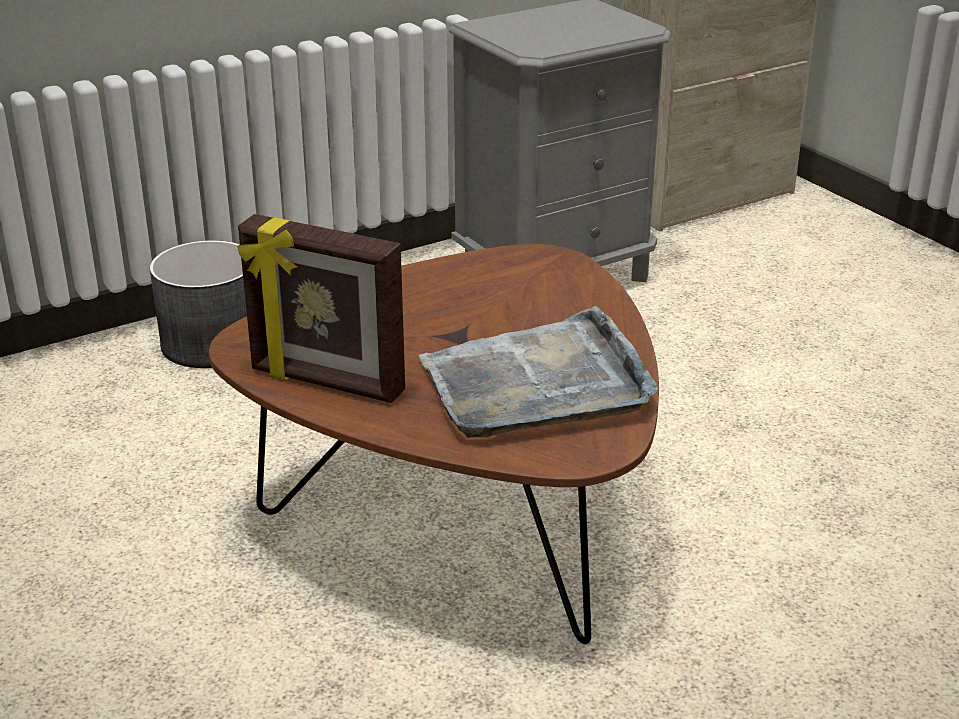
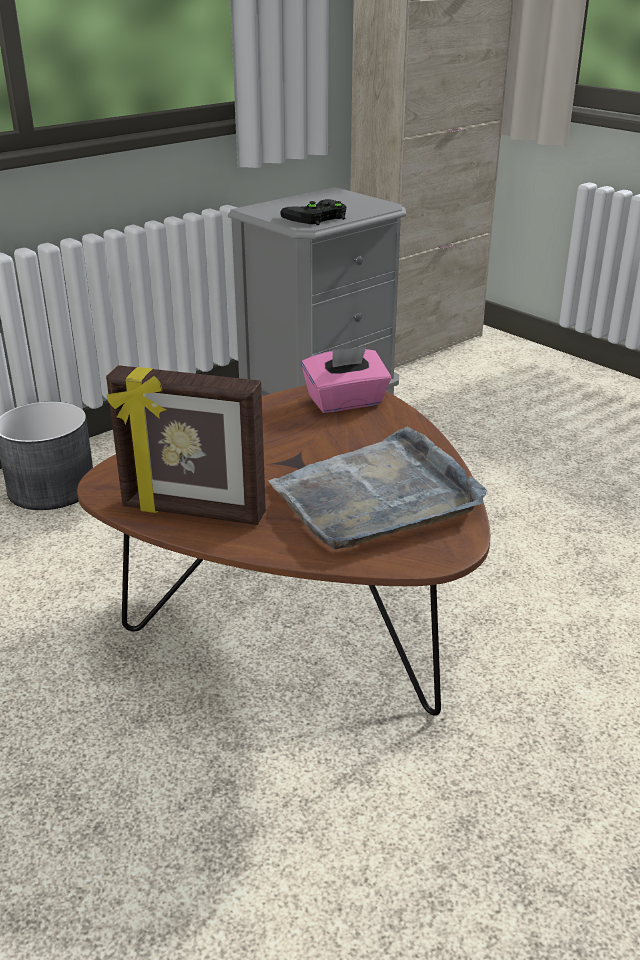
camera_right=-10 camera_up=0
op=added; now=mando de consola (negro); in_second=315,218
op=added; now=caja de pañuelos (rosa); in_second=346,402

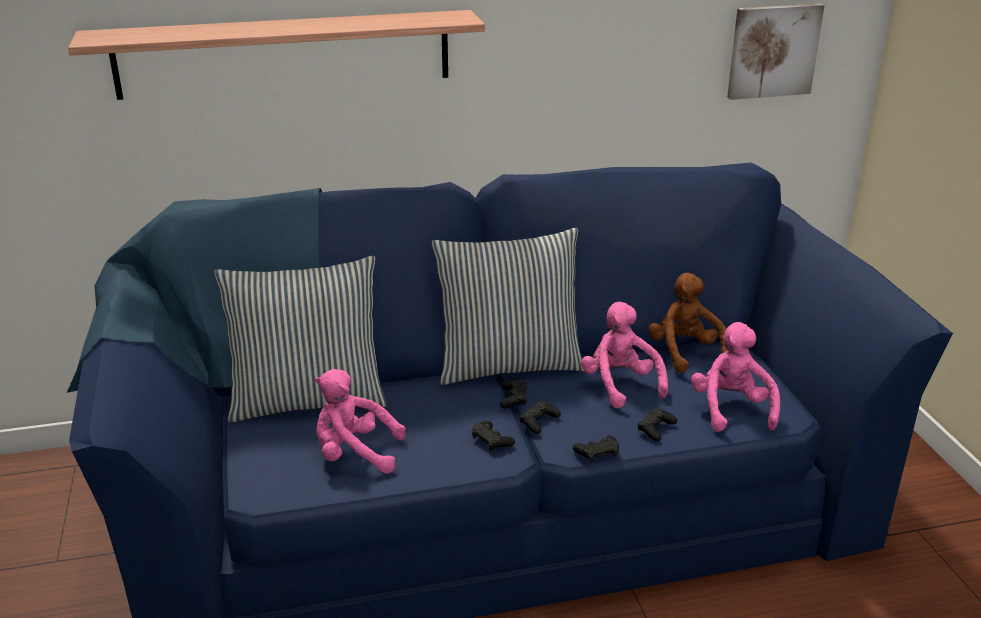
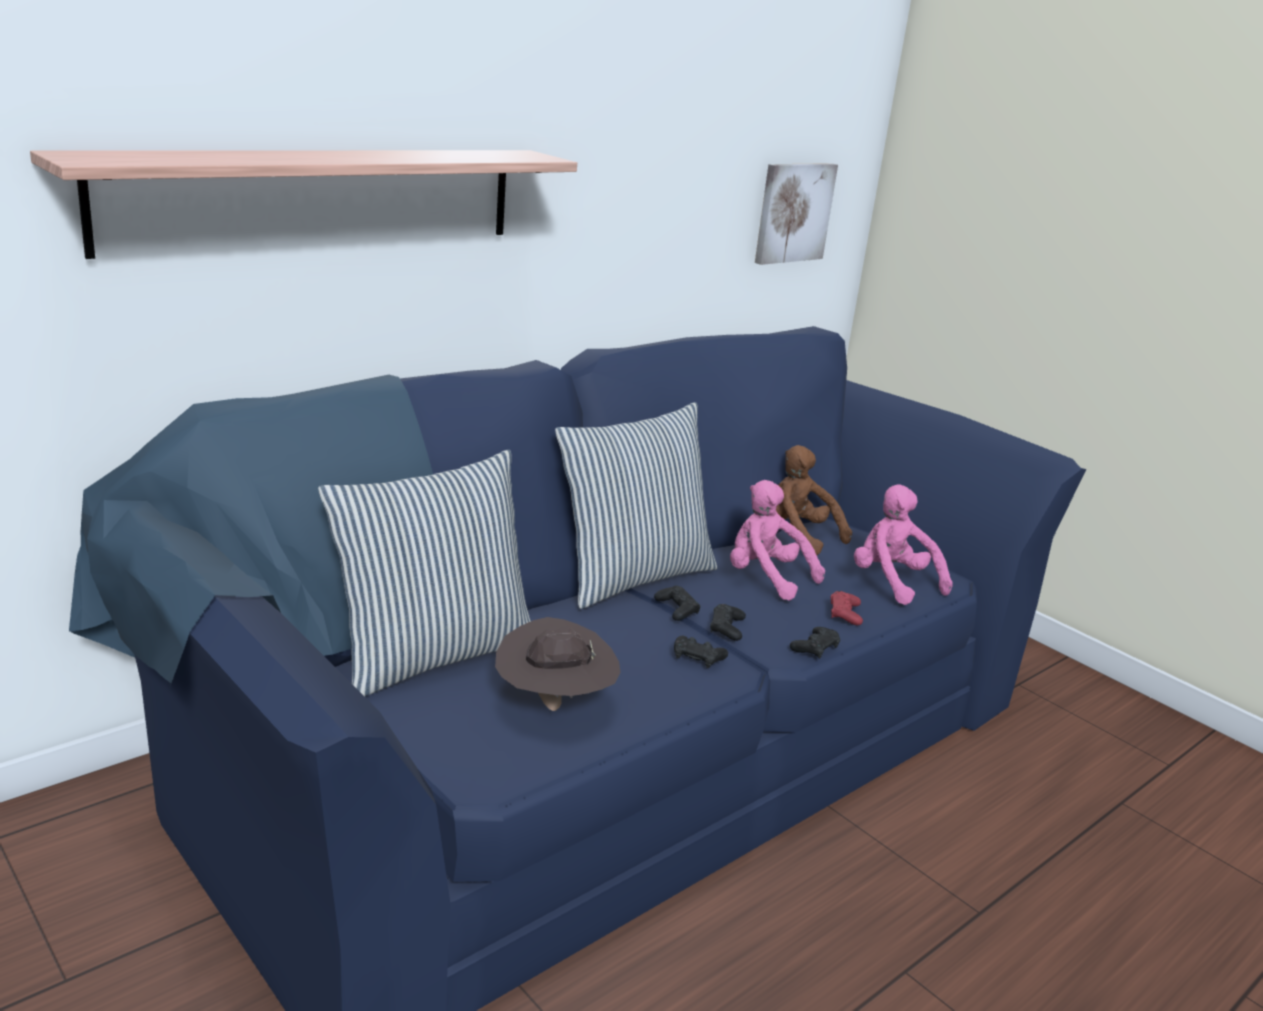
camera_right=-30 camera_up=-5
op=replaced; was=peluche (rosa); now=sombrero (marrón); in_first=355,454; in_second=554,705
op=recoloured; was=mando de consola (negro); now=mando de consola (rojo); in_first=656,429; in_second=845,613

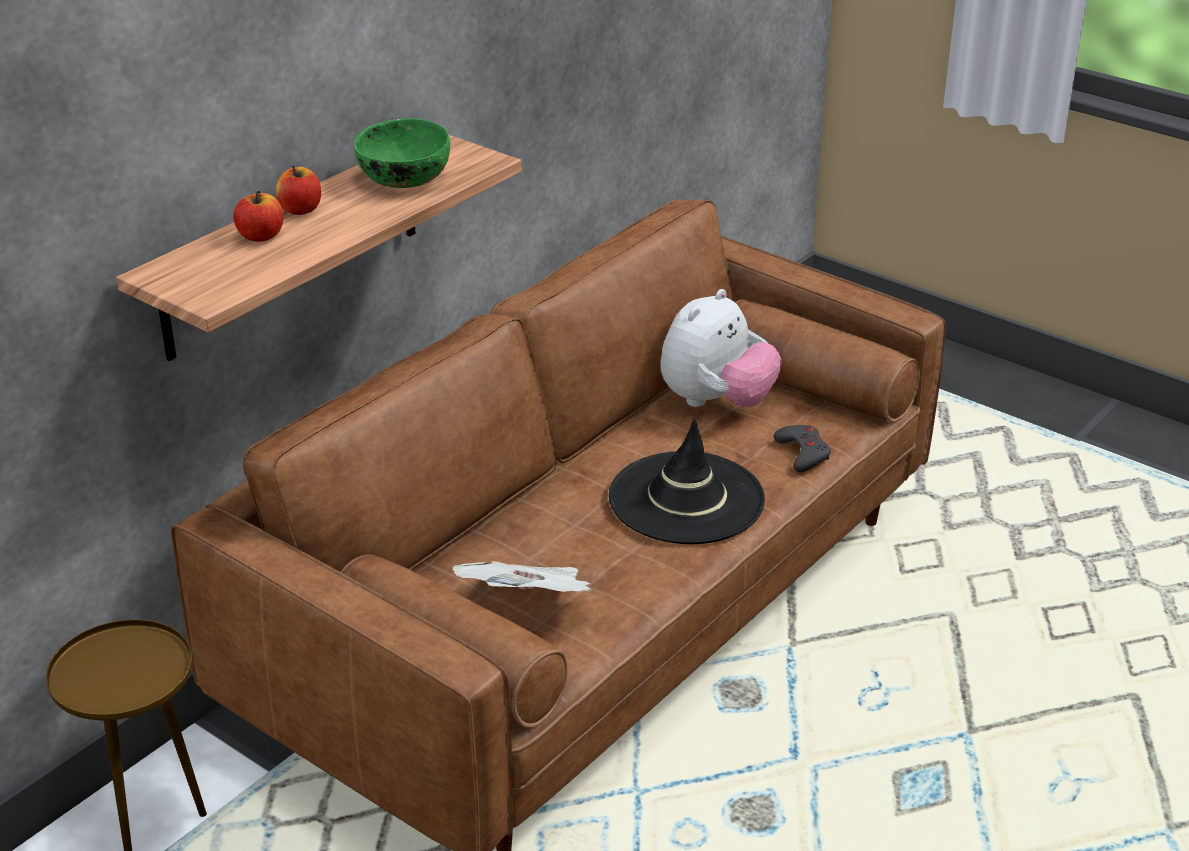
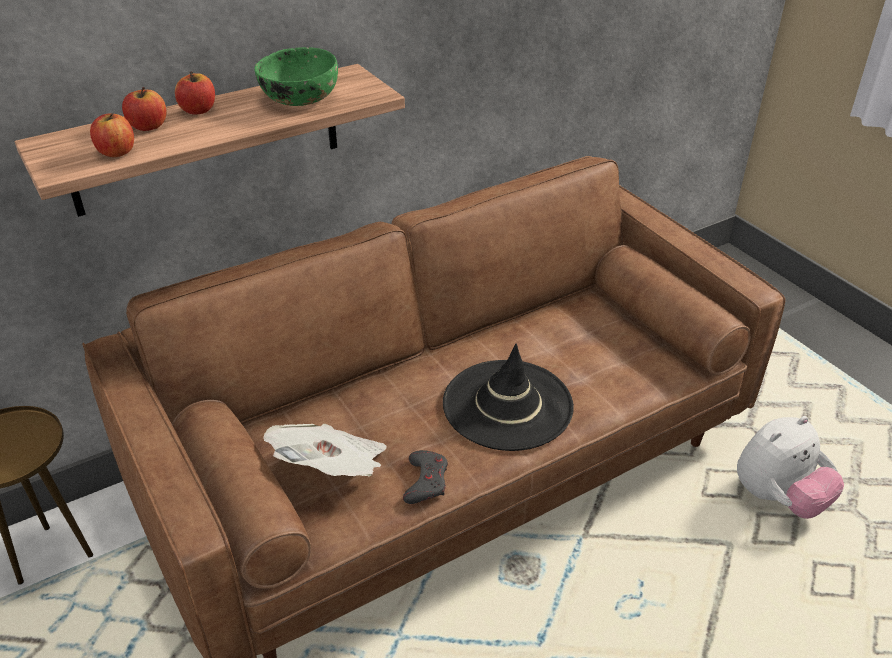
camera_right=20 camera_up=5
op=added; now=manzana; in_second=116,152
op=moved; was=peluche; in_first=716,402; in_second=778,498
op=moved; was=mando de consola (gris); in_first=803,453; in_second=426,481

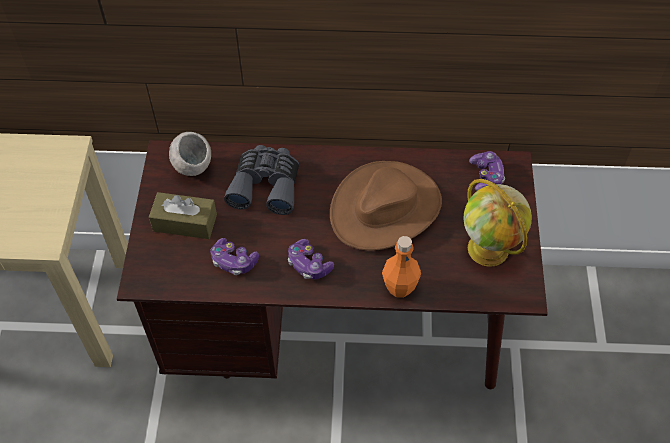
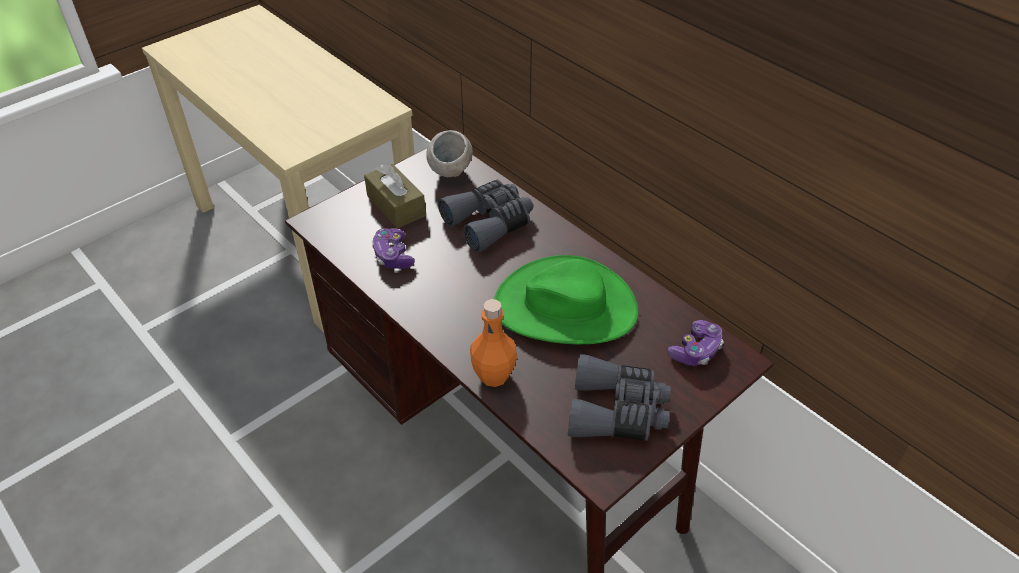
camera_right=45 camera_up=-10
op=removed; was=mando de consola; in_first=309,265
op=replaced; was=globo terráqueo; now=prismáticos (gris); in_first=489,249; in_second=617,411
op=recoloured; was=sombrero (marrón); now=sombrero (verde); in_first=385,208; in_second=565,307

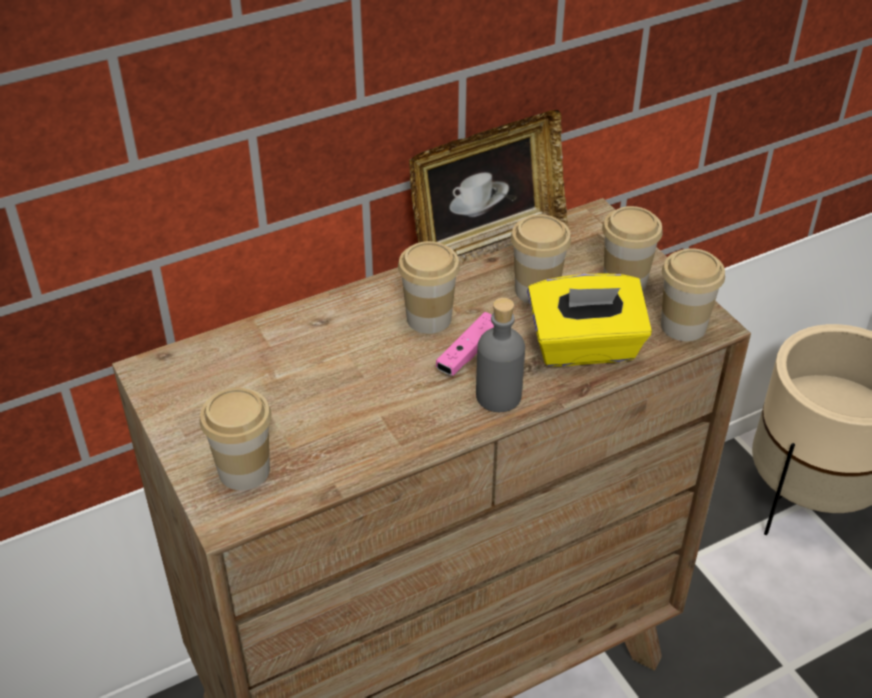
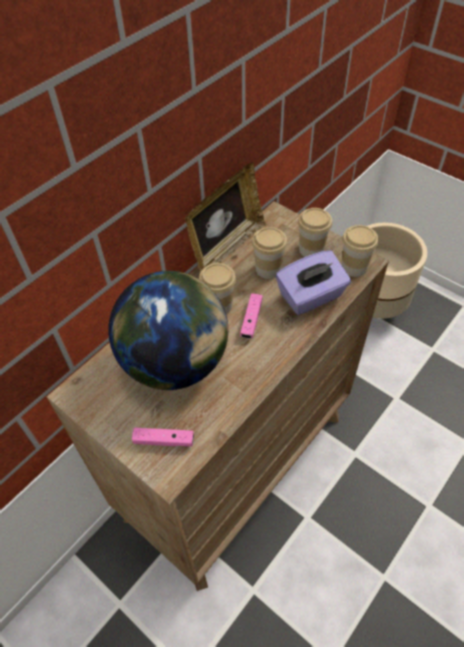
camera_right=-20 camera_up=10
op=removed; was=botella (gris); in_first=498,396
op=added; now=globo terráqueo; in_second=176,362
op=replaced; was=taza; now=mando de consola (rosa); in_first=244,470; in_second=164,440
op=recoloured; was=caja de pañuelos (amarillo); now=caja de pañuelos (morado); in_first=585,348; in_second=311,296

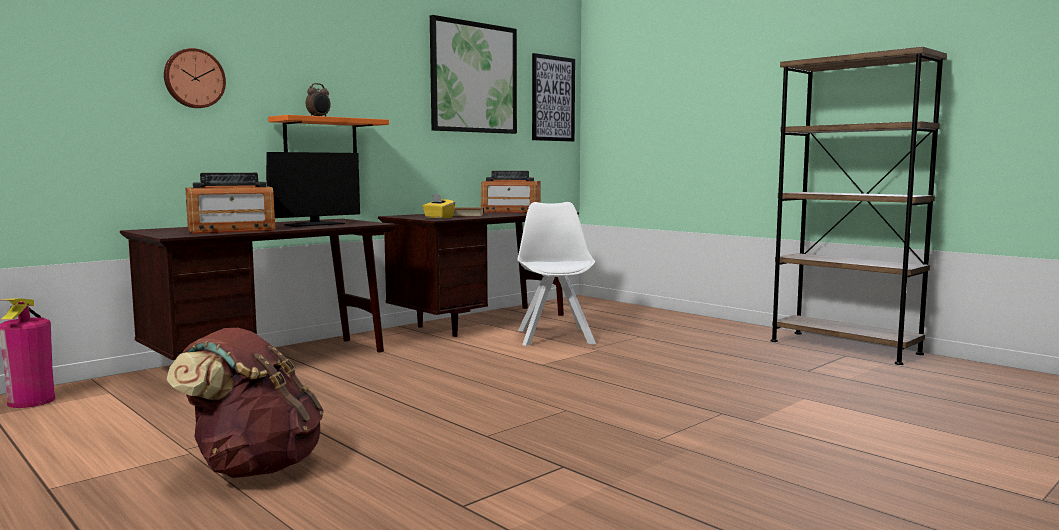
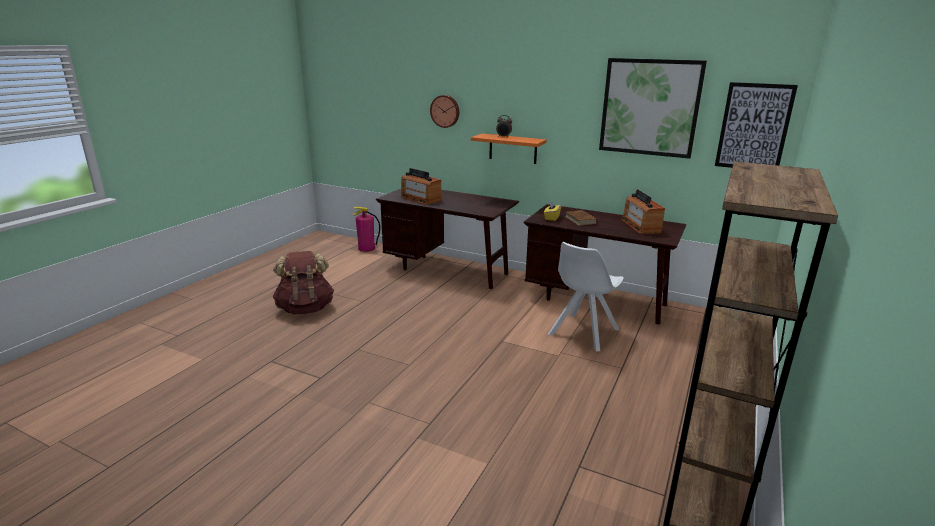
camera_right=70 camera_up=15
op=removed; was=monitor; in_first=315,224
op=turned; was=silla (blanco); in_first=555,336; in_second=582,333; clockwise=150

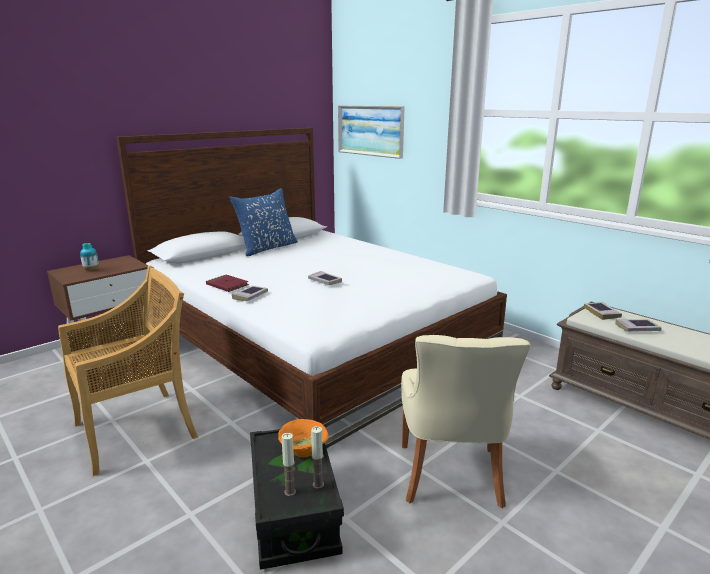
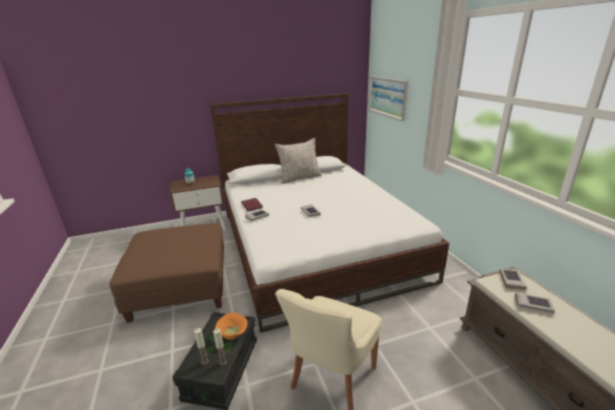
camera_right=25 camera_up=5
op=replaced; was=silla (beis); now=puf (marrón); in_first=138,429; in_second=181,286
op=recoloured; was=cojín (azul); now=cojín (gris); in_first=267,248; in_second=299,178

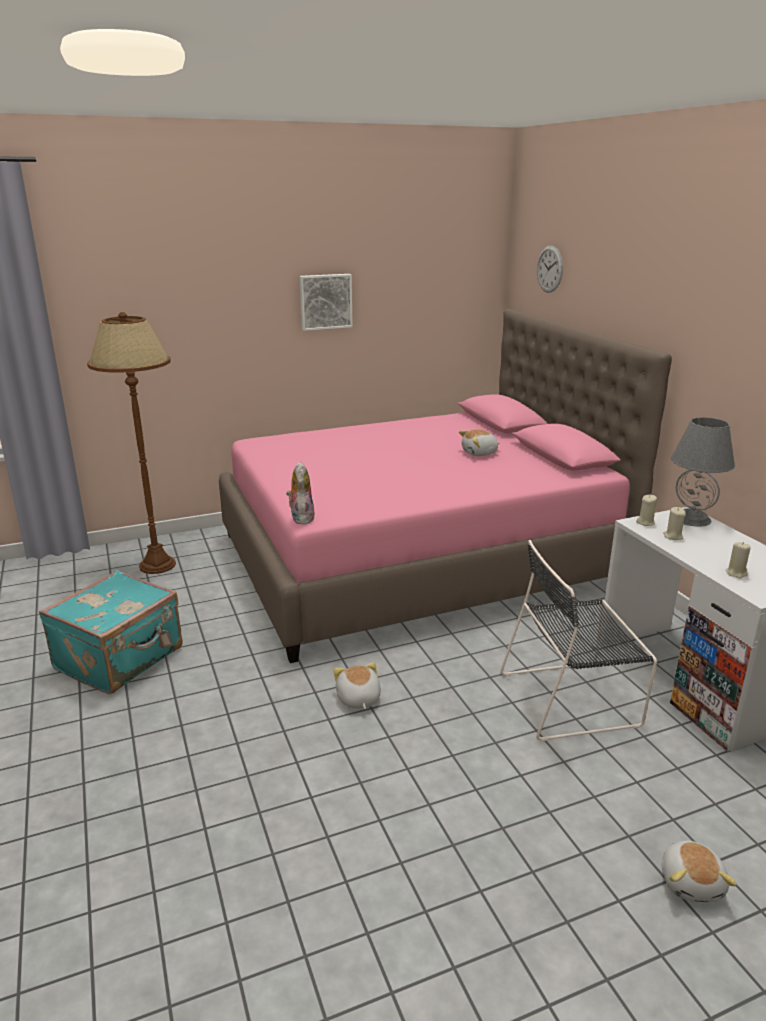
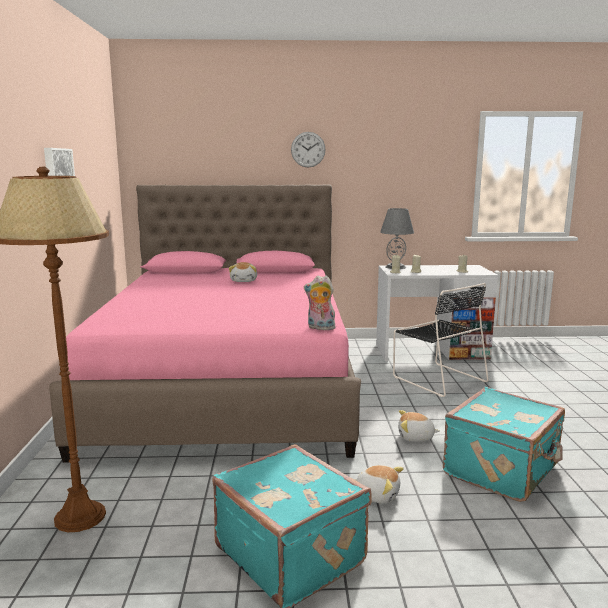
camera_right=-70 camera_up=-10
op=added; now=maleta (turquesa); in_second=502,470
op=moved; was=reloj de pared; in_first=549,269; in_second=308,149
op=moved; was=peluche; in_first=692,882; in_second=377,494
op=turned; was=silla (negro); in_first=573,698; in_second=437,378; clockwise=-45

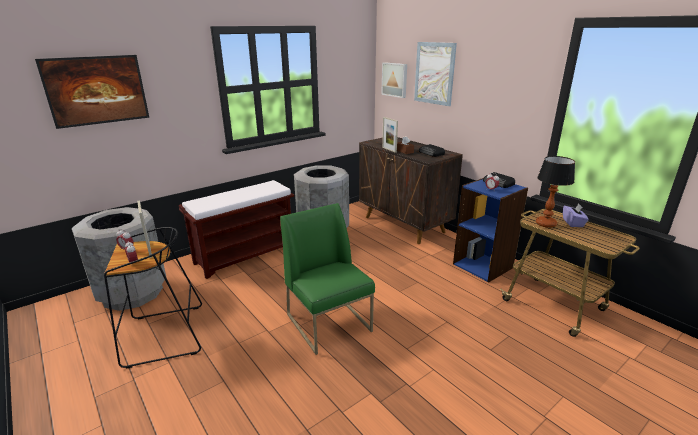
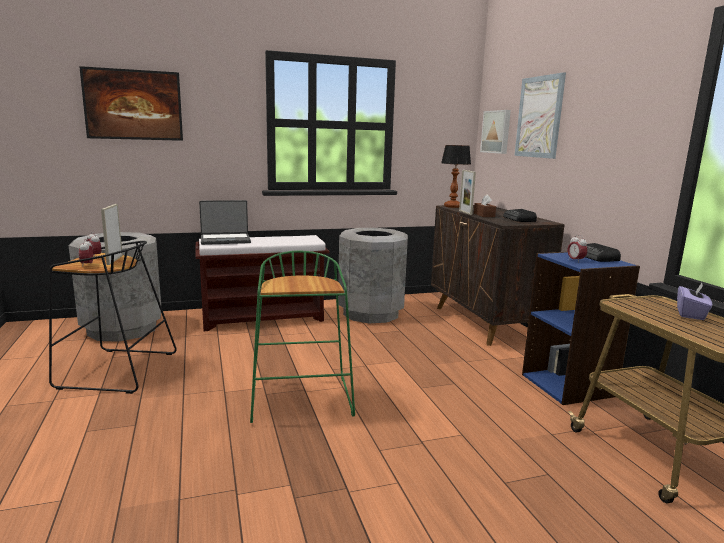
camera_right=20 camera_up=-10
op=added; now=portátil; in_second=225,240
op=moved; was=lámpara de mesa; in_first=546,224; in_second=453,206
op=replaced; was=silla (verde); now=taburete (verde); in_first=329,323; in_second=302,400

